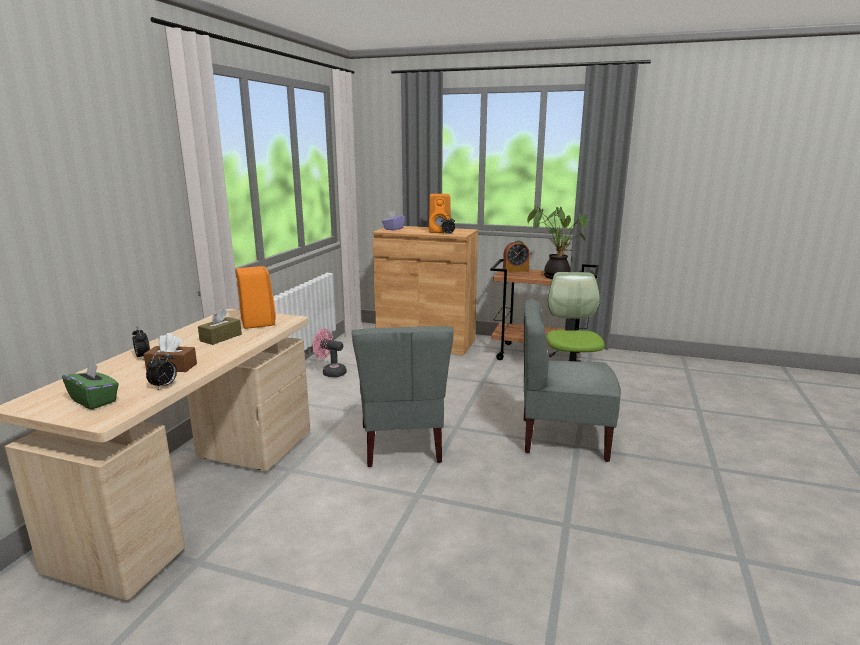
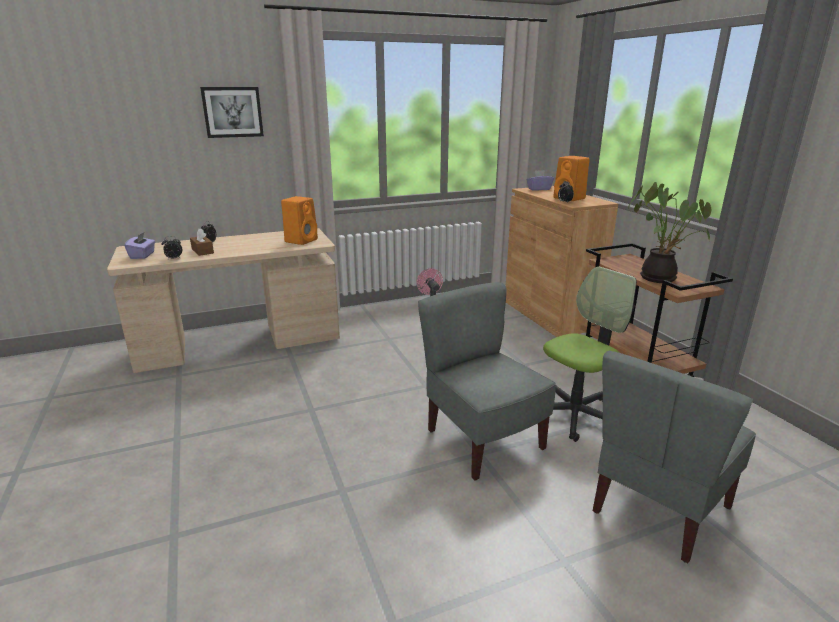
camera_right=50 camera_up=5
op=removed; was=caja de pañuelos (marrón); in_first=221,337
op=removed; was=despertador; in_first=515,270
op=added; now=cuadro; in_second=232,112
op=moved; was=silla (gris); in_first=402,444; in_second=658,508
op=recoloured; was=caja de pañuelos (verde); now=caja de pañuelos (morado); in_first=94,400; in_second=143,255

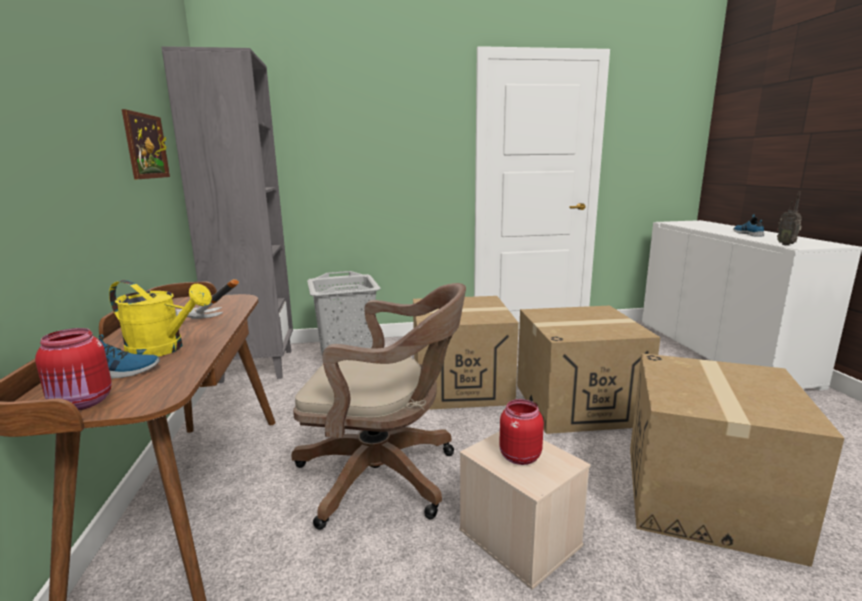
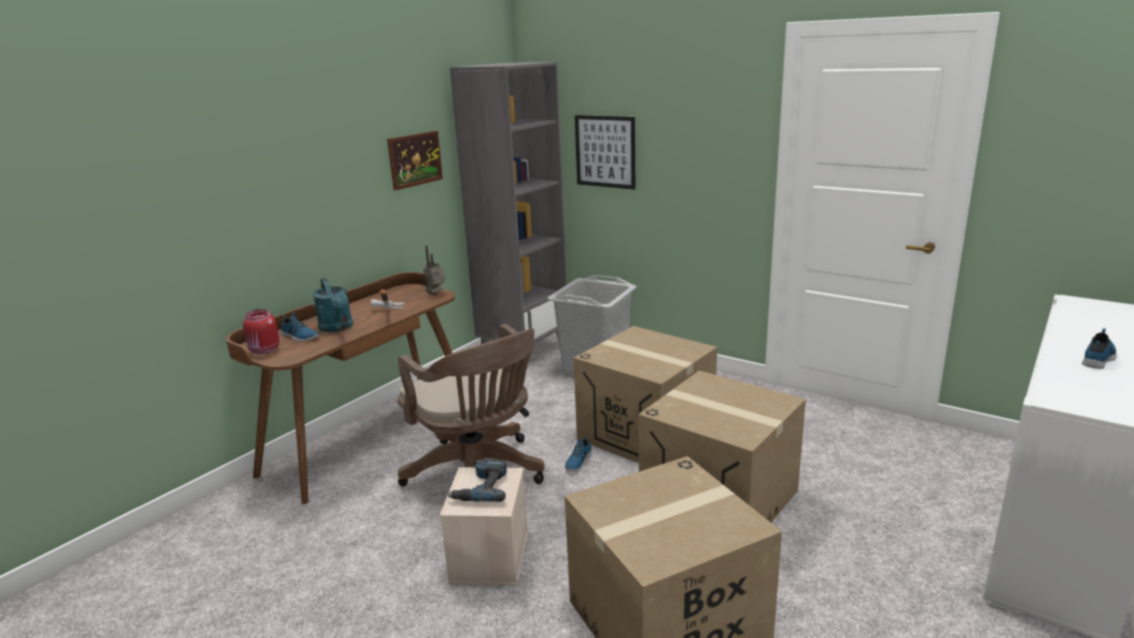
camera_right=45 camera_up=5
op=added; now=zapato; in_second=577,461
op=added; now=cuadro; in_second=605,151
op=moved; was=radio; in_first=786,244; in_second=437,294
op=replaced; was=tarro (rojo); now=taladro; in_first=518,456; in_second=481,488
op=recoloured; was=regadera (amarillo); now=regadera (turquesa); in_first=163,349; in_second=338,328

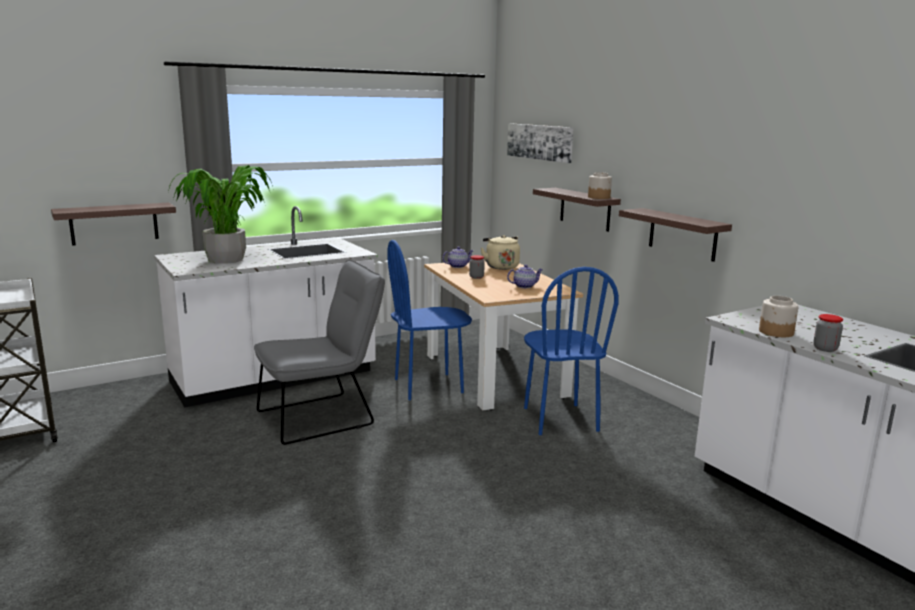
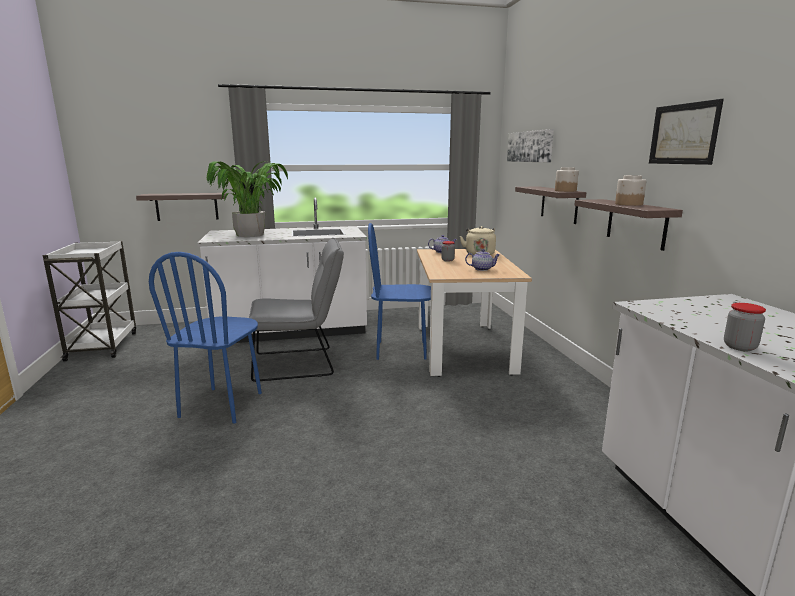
camera_right=20 camera_up=0
op=added; now=cuadro; in_second=683,134
op=moved; was=silla (azul); in_first=559,419; in_second=222,405
op=moved; was=tarro; in_first=776,332; in_second=629,204

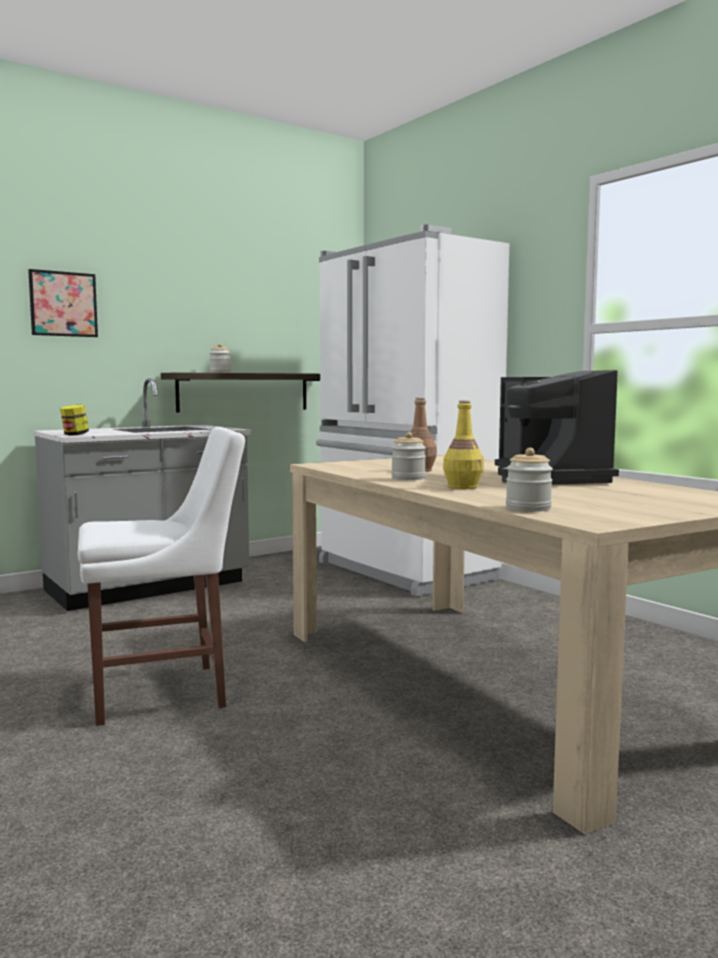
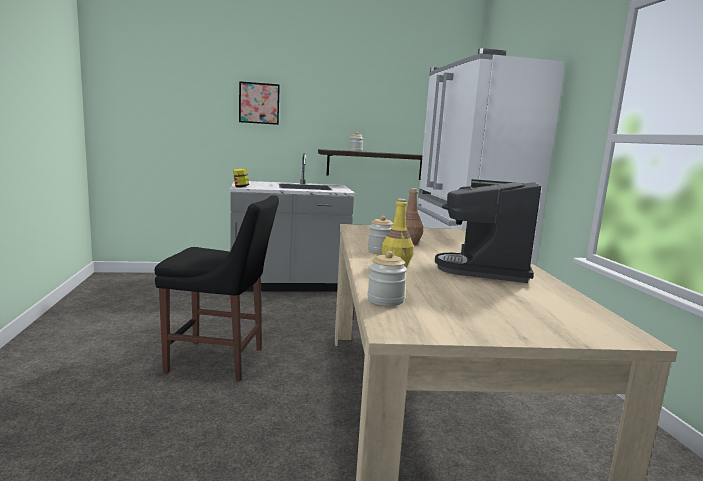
camera_right=25 camera_up=5
op=recoloured; was=silla (blanco); now=silla (negro); in_first=166,692; in_second=220,361

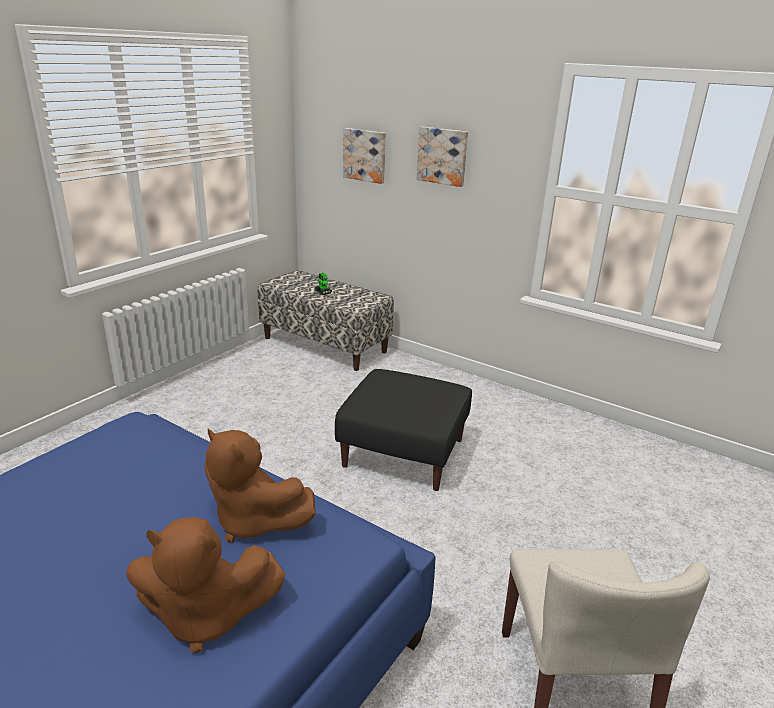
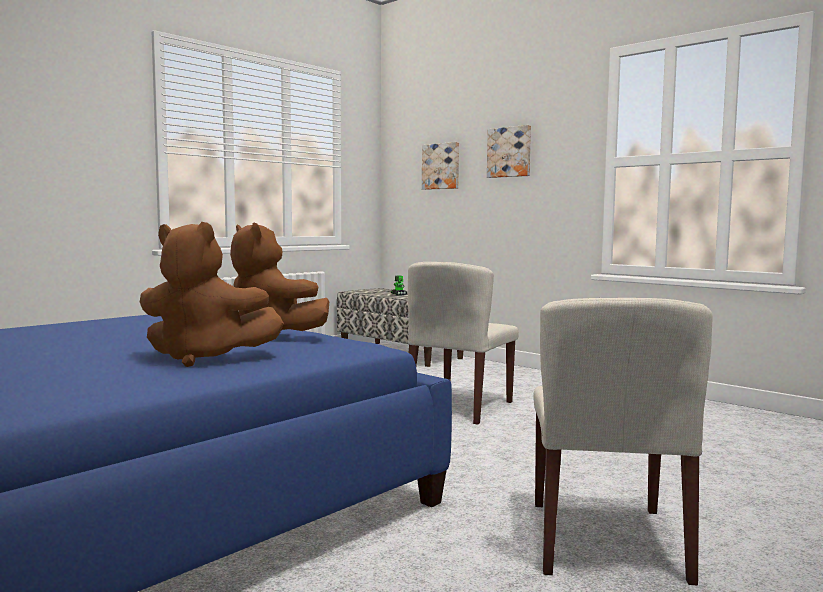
camera_right=10 camera_up=-20
op=replaced; was=puf (negro); now=silla (beis); in_first=402,453; in_second=460,407

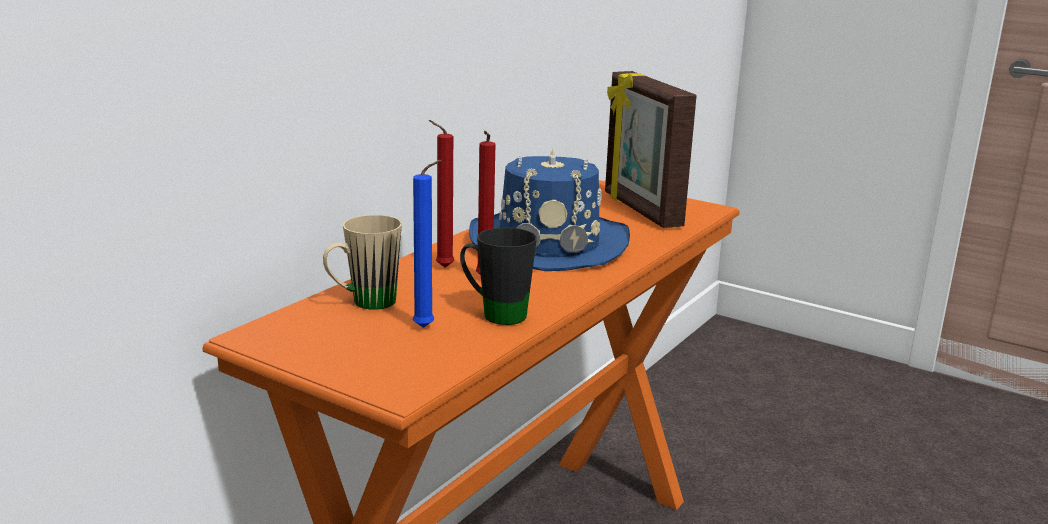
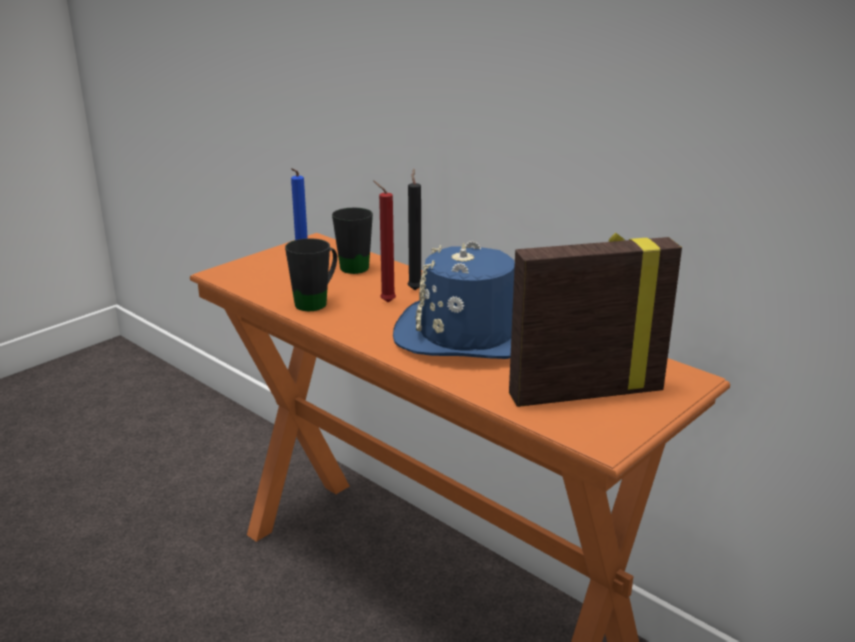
camera_right=100 camera_up=5
op=recoloured; was=taza grande (beis); now=taza grande (negro); in_first=363,303; in_second=352,265
op=recoloured; was=vela (rojo); now=vela (negro); in_first=441,267; in_second=415,289

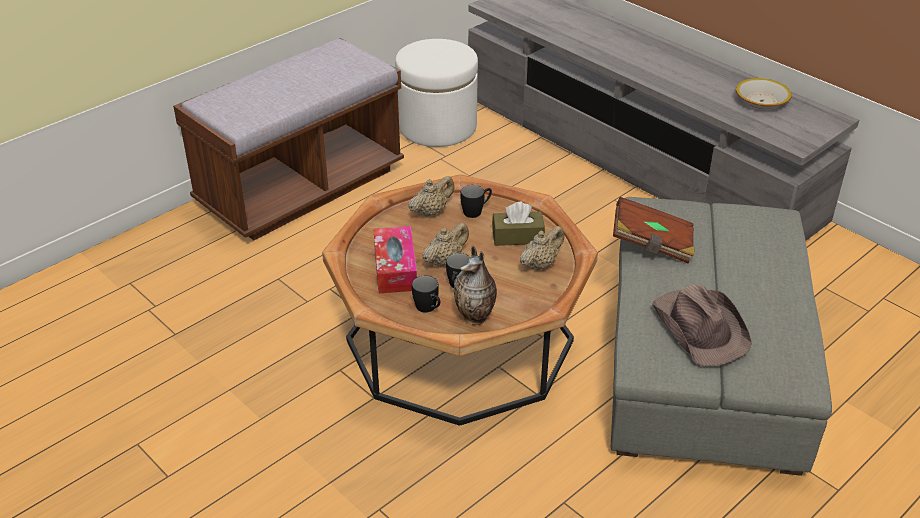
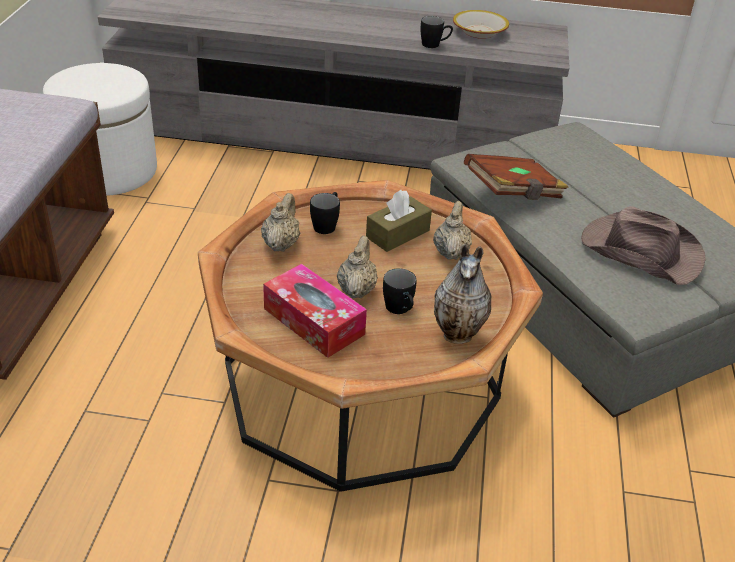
camera_right=-40 camera_up=0
op=moved; was=taza grande (negro); in_first=428,308; in_second=435,45

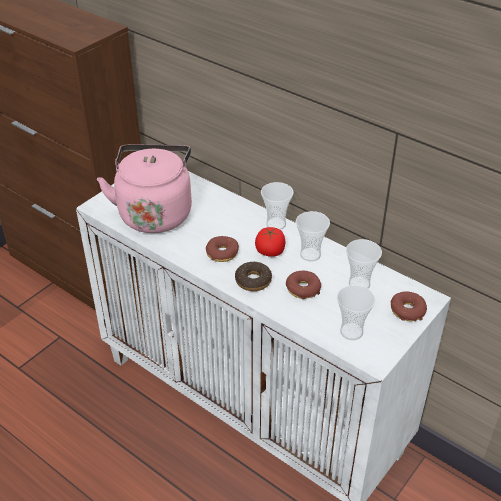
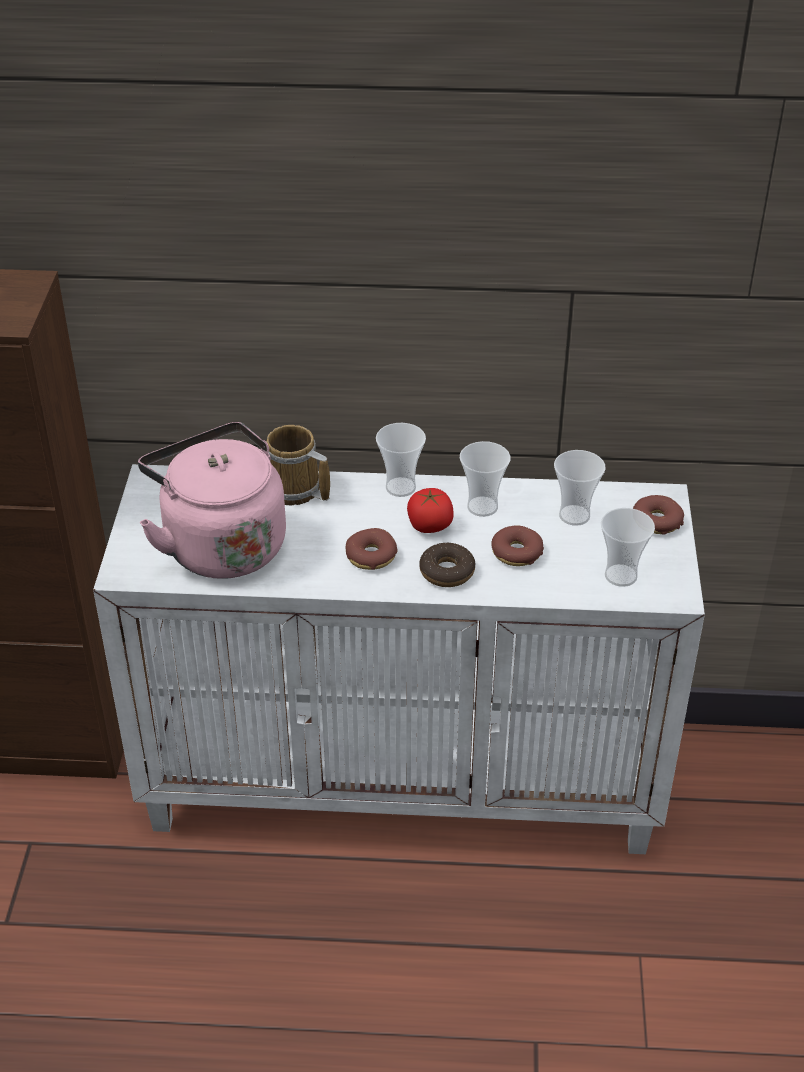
camera_right=-35 camera_up=0
op=added; now=taza grande; in_second=295,491

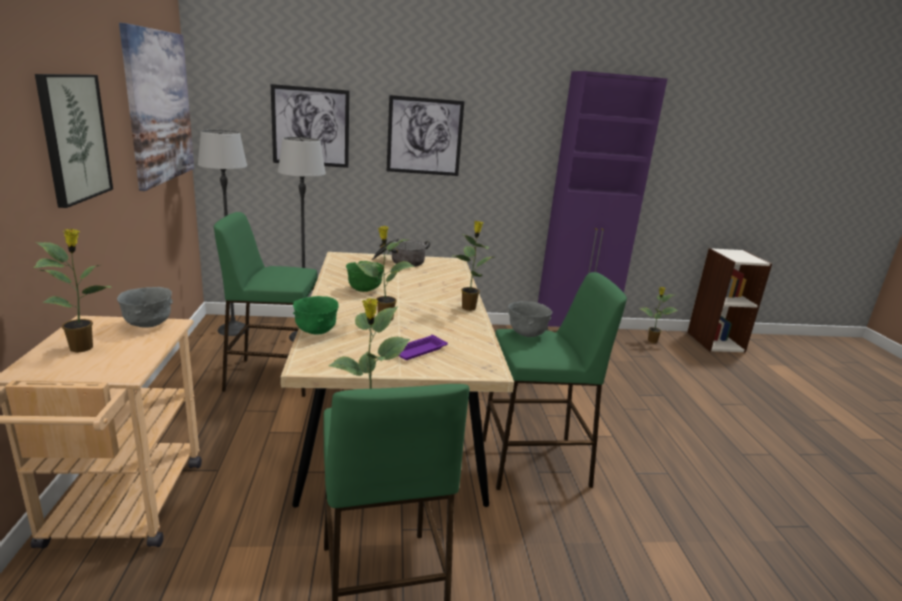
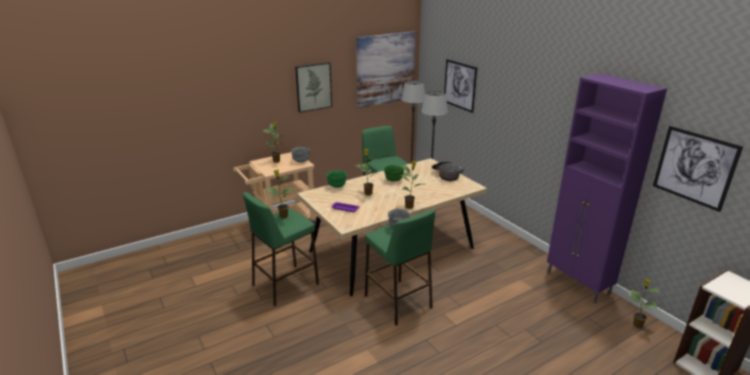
camera_right=65 camera_up=5
op=moved; was=cuadro; in_first=424,136; in_second=694,167

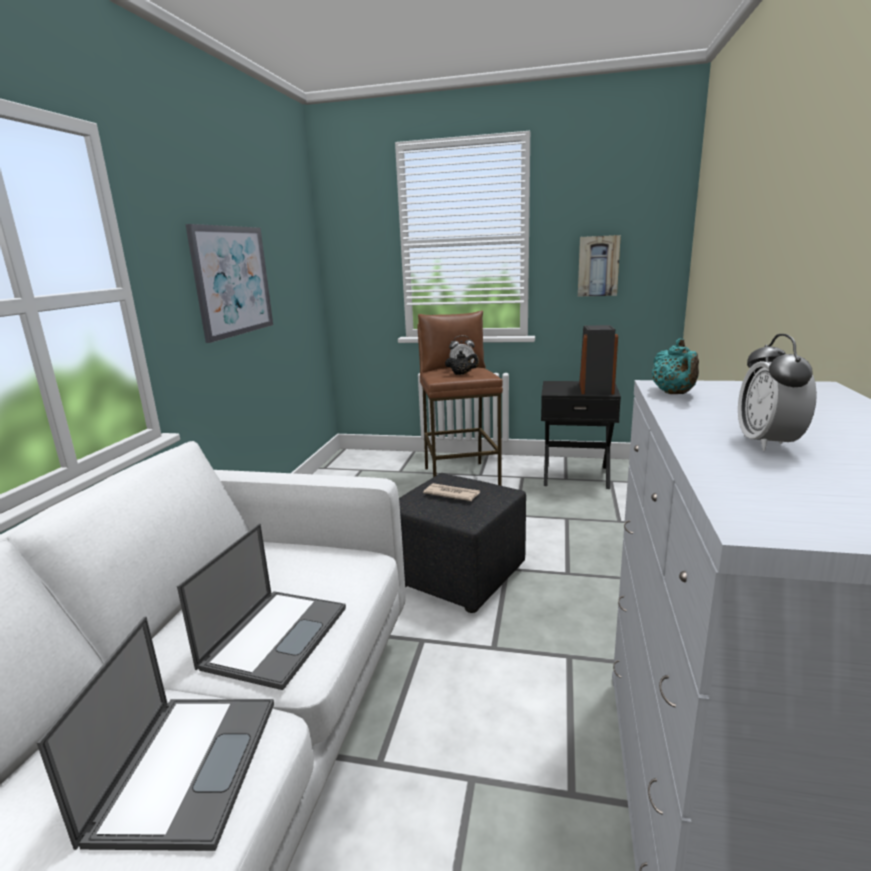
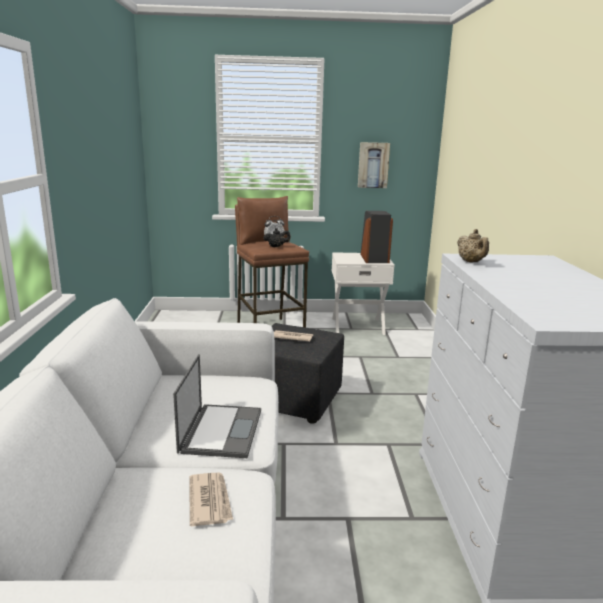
camera_right=-15 camera_up=0
op=removed; was=cuadro; in_first=232,281
op=removed; was=despertador; in_first=767,443
op=replaced; was=portátil; now=periódico; in_first=186,765; in_second=210,501
op=recoloured; was=mesita de noche (negro); now=mesita de noche (blanco); in_first=575,475; in_second=357,325
op=recoloured; was=tetera (turquesa); now=tetera (beis); in_first=674,394; in_second=471,262

